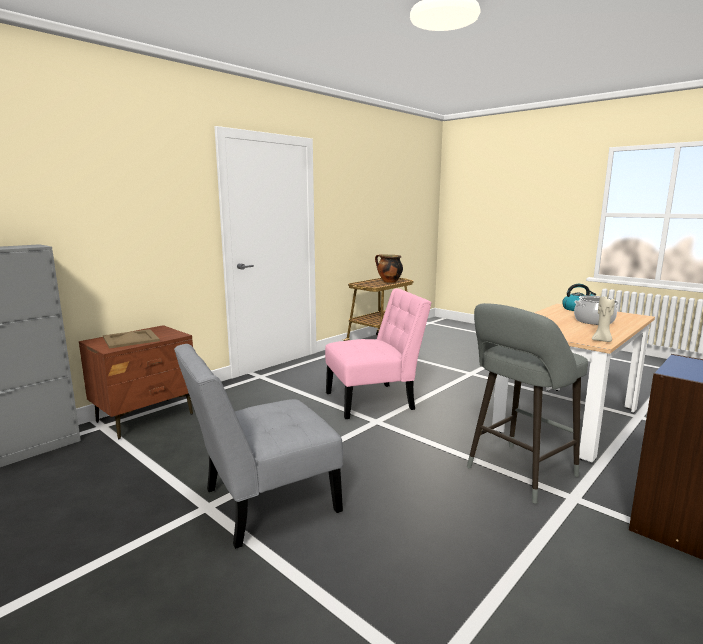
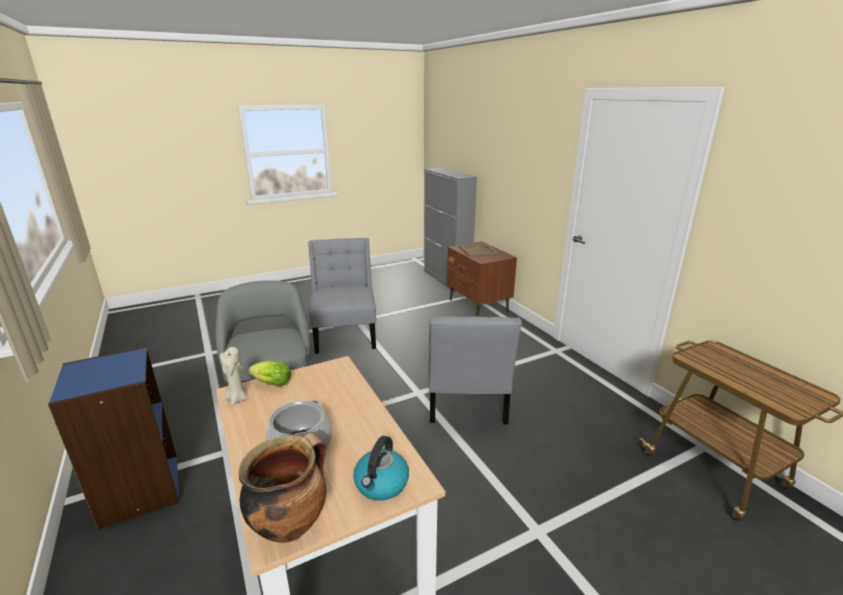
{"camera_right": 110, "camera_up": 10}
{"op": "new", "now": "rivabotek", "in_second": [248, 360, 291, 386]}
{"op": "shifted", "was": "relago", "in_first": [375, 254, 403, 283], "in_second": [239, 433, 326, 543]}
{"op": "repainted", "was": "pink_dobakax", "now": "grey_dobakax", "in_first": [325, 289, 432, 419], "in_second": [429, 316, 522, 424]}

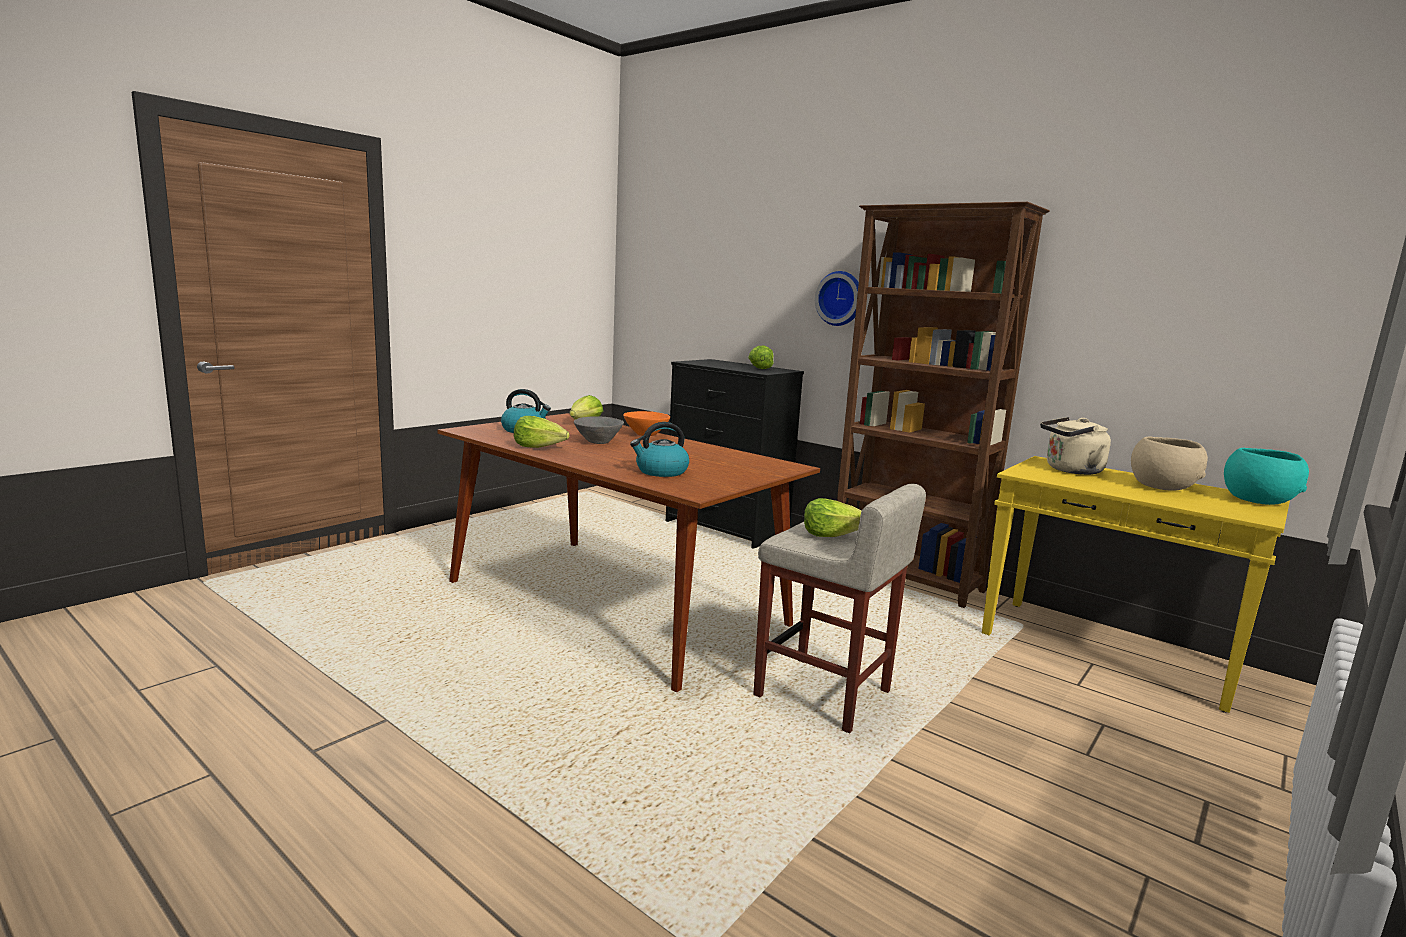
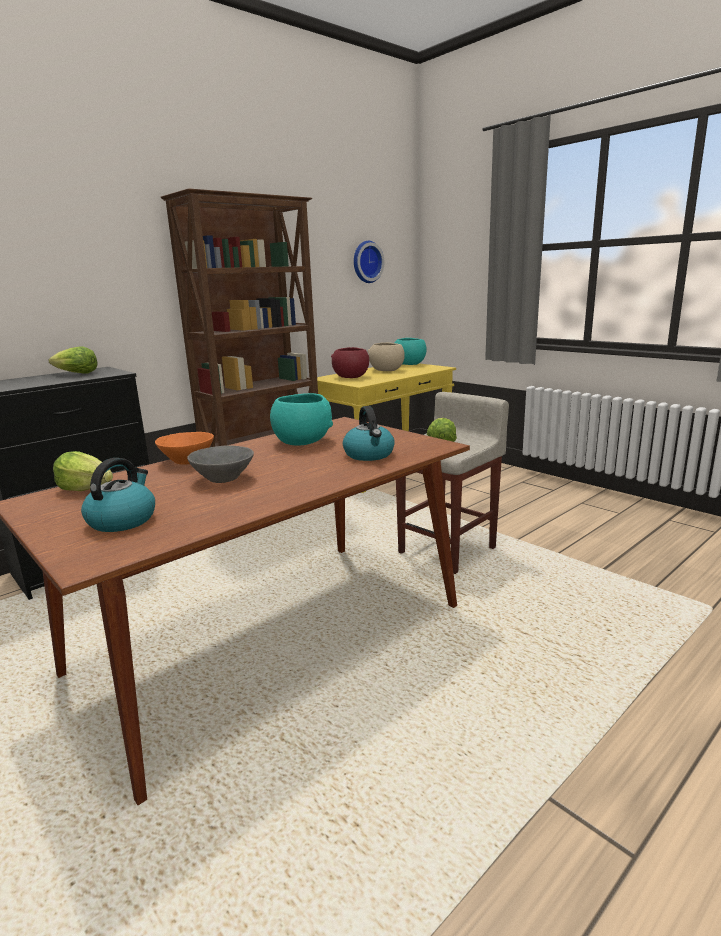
{"camera_right": -80, "camera_up": 5}
{"op": "gone", "was": "rivabotek", "in_first": [514, 416, 570, 448]}
{"op": "new", "now": "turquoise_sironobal", "in_second": [270, 393, 333, 446]}
{"op": "shifted", "was": "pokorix", "in_first": [815, 271, 859, 326], "in_second": [354, 241, 384, 283]}
{"op": "swapped", "was": "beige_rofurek", "now": "red_sironobal", "in_first": [1040, 417, 1111, 475], "in_second": [331, 347, 369, 378]}

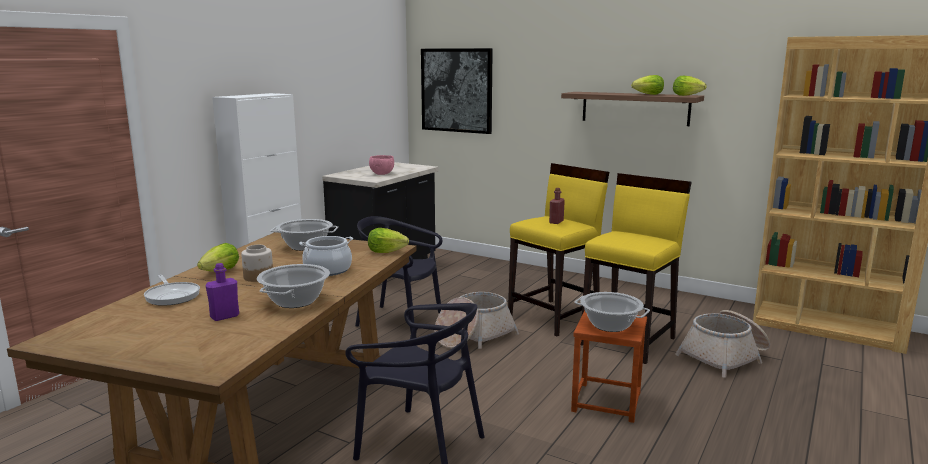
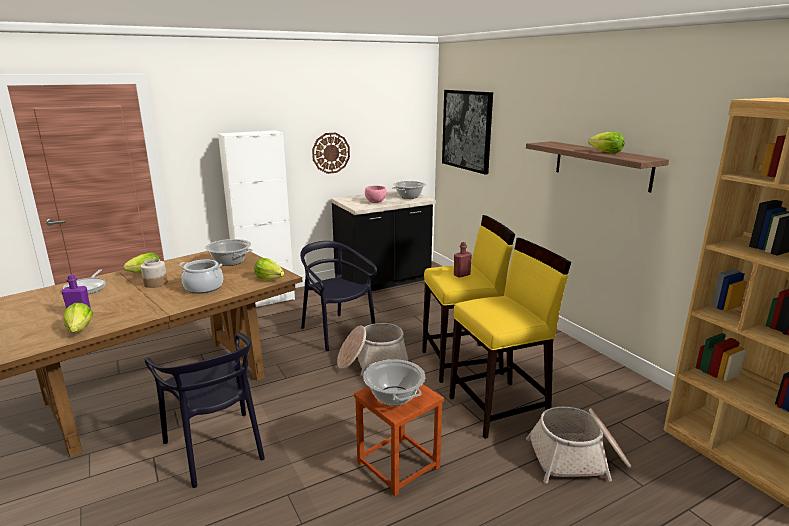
{"camera_right": 30, "camera_up": 5}
{"op": "new", "now": "pokorix", "in_second": [312, 133, 350, 174]}
{"op": "shifted", "was": "relago", "in_first": [257, 264, 330, 308], "in_second": [392, 181, 426, 199]}
{"op": "shifted", "was": "rivabotek", "in_first": [673, 76, 707, 96], "in_second": [64, 303, 93, 333]}

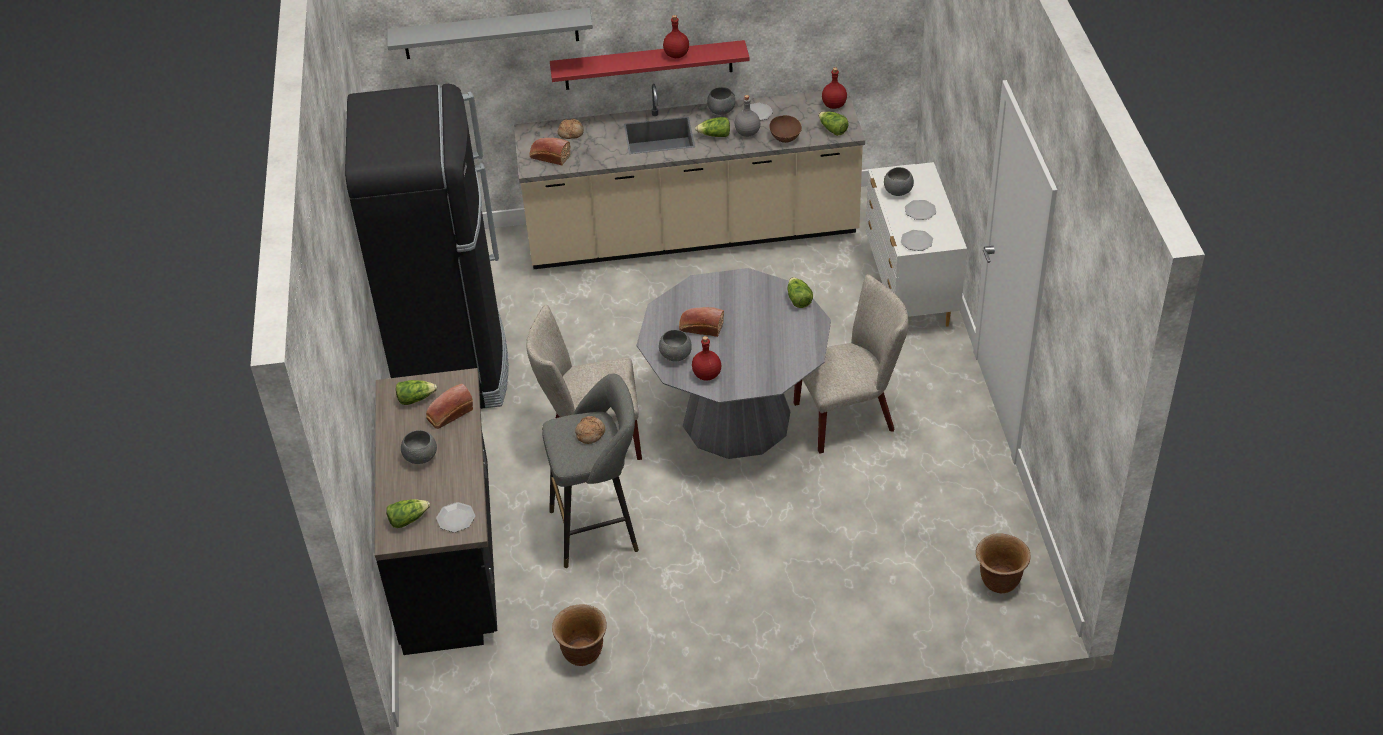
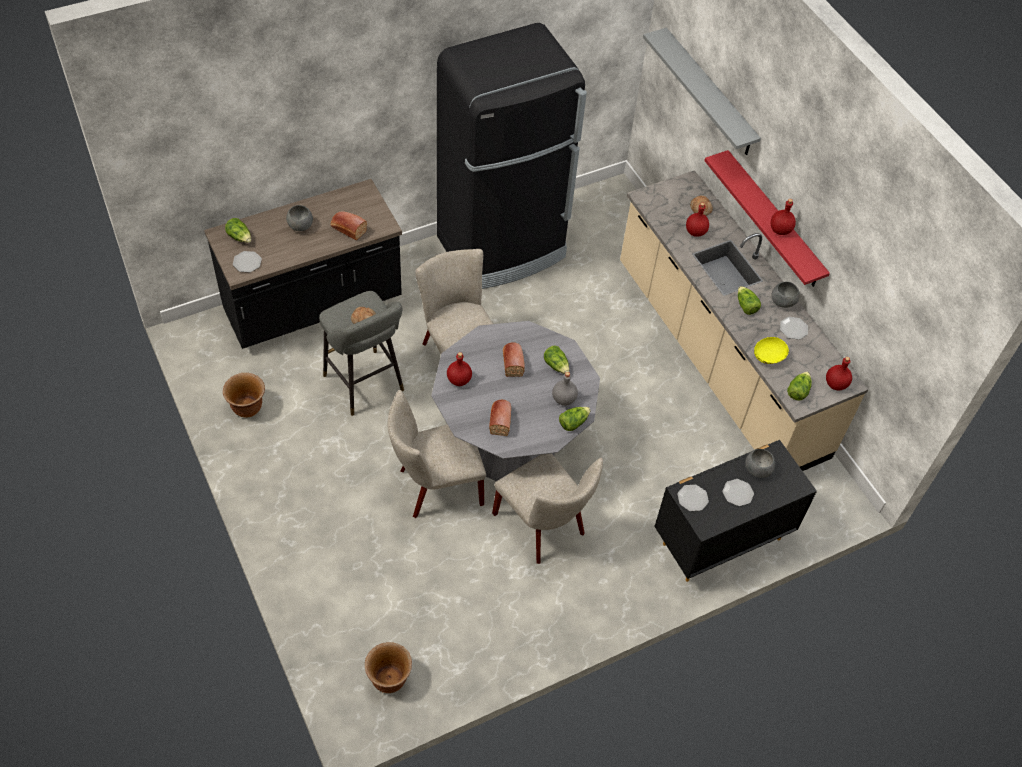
{"camera_right": 65, "camera_up": 10}
{"op": "gone", "was": "grey_sironobal", "in_first": [659, 330, 692, 362]}
{"op": "new", "now": "beige_dobakax", "in_second": [387, 390, 486, 518]}
{"op": "new", "now": "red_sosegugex", "in_second": [686, 203, 709, 237]}
{"op": "shifted", "was": "rivabotek", "in_first": [396, 380, 437, 405], "in_second": [544, 345, 569, 374]}
{"op": "shifted", "was": "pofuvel", "in_first": [529, 138, 570, 165], "in_second": [489, 400, 511, 436]}
{"op": "shifted", "was": "grey_sosegugex", "in_first": [734, 95, 760, 137], "in_second": [552, 372, 578, 406]}
{"op": "repainted", "was": "brown_sironobal", "now": "yellow_sironobal", "in_first": [769, 115, 802, 143], "in_second": [754, 337, 789, 364]}
{"op": "repainted", "was": "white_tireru", "now": "black_tireru", "in_first": [865, 162, 967, 327], "in_second": [654, 440, 817, 582]}

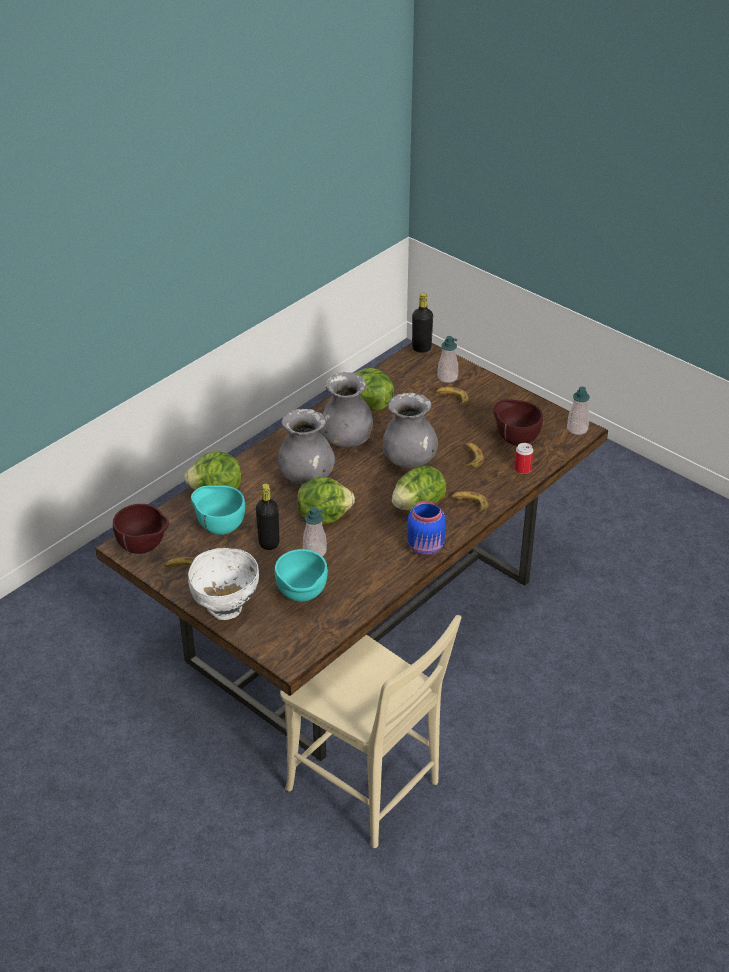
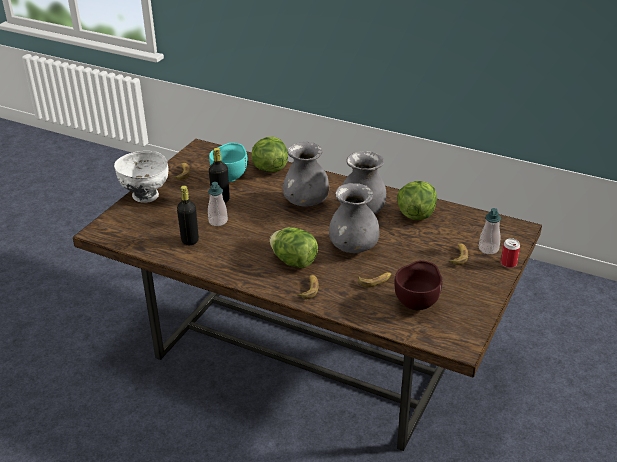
{"camera_right": 75, "camera_up": -5}
{"op": "gone", "was": "brown_sironobal", "in_first": [113, 504, 169, 554]}
{"op": "gone", "was": "turquoise_sironobal", "in_first": [275, 549, 328, 602]}
{"op": "gone", "was": "beige_dobakax", "in_first": [280, 615, 462, 848]}
{"op": "gone", "was": "rivabotek", "in_first": [297, 476, 355, 524]}
{"op": "gone", "was": "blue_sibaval", "in_first": [407, 501, 446, 556]}
{"op": "gone", "was": "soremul", "in_first": [567, 387, 590, 435]}
{"op": "shifted", "was": "black_sosegugex", "in_first": [412, 293, 433, 353], "in_second": [177, 186, 199, 245]}
{"op": "shifted", "was": "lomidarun", "in_first": [514, 443, 533, 474], "in_second": [501, 238, 520, 268]}

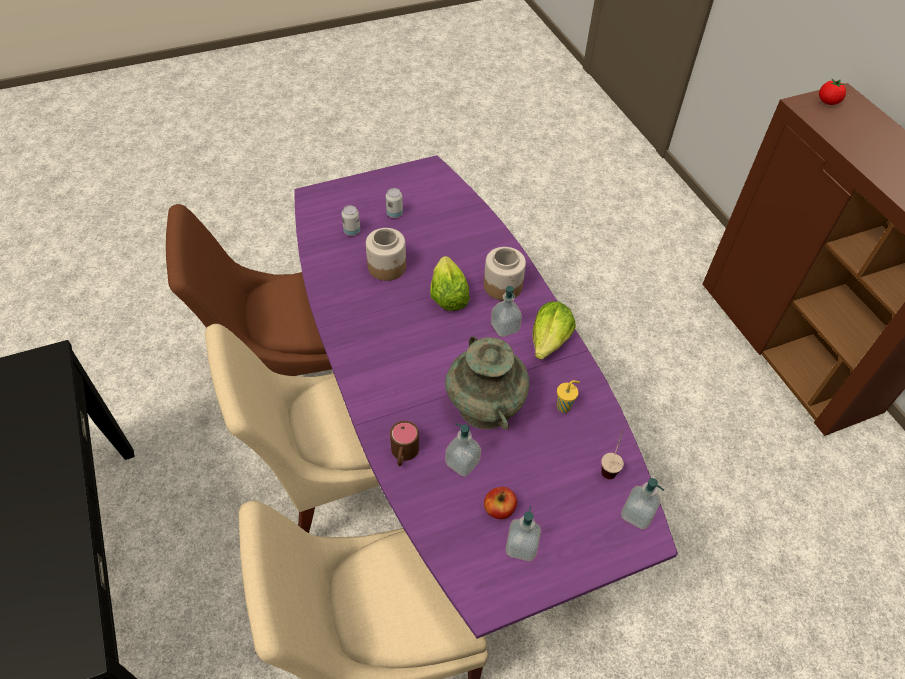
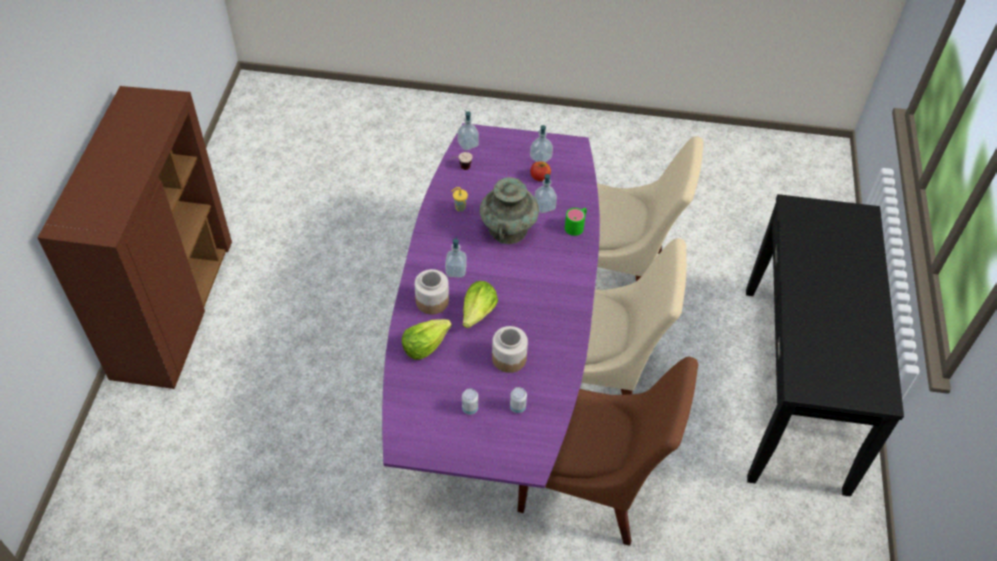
{"camera_right": -150, "camera_up": 0}
{"op": "gone", "was": "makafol", "in_first": [819, 78, 846, 105]}
{"op": "shifted", "was": "rivabotek", "in_first": [533, 301, 576, 359], "in_second": [402, 319, 452, 360]}
{"op": "repainted", "was": "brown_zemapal", "now": "green_zemapal", "in_first": [390, 421, 419, 466], "in_second": [565, 208, 587, 236]}

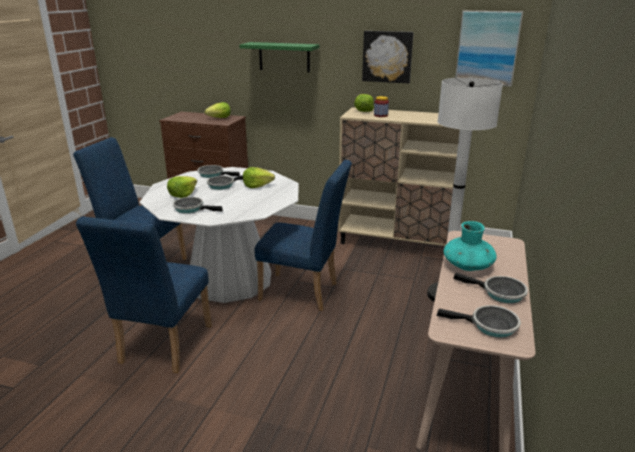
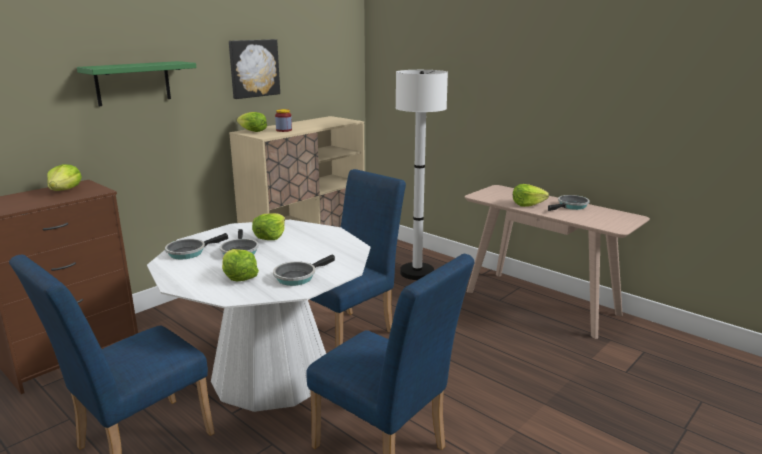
{"camera_right": -65, "camera_up": -5}
{"op": "gone", "was": "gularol", "in_first": [437, 305, 521, 338]}
{"op": "gone", "was": "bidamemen", "in_first": [455, 11, 523, 87]}
{"op": "swapped", "was": "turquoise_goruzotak", "now": "rivabotek", "in_first": [443, 221, 496, 271], "in_second": [513, 184, 549, 207]}

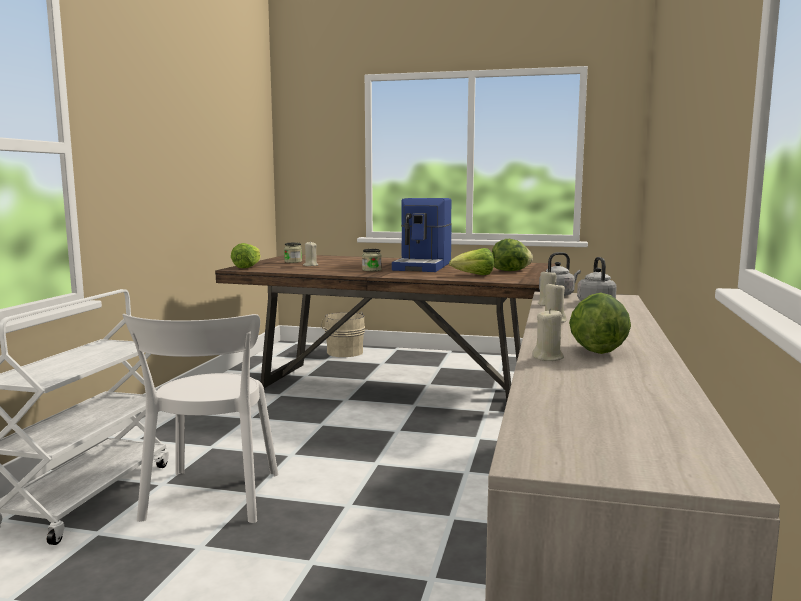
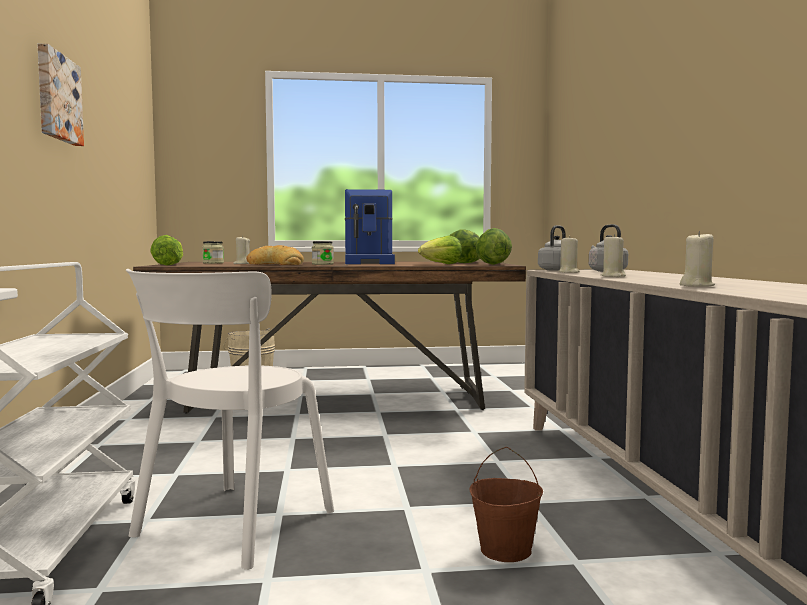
{"camera_right": -20, "camera_up": -5}
{"op": "new", "now": "bidamemen", "in_second": [37, 43, 84, 146]}
{"op": "new", "now": "pofuvel", "in_second": [246, 245, 304, 265]}
{"op": "new", "now": "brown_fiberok", "in_second": [469, 447, 543, 562]}
{"op": "shifted", "was": "rivabotek", "in_first": [569, 292, 631, 354], "in_second": [475, 228, 512, 265]}
{"op": "rotated", "was": "white_dobakax", "in_first": [122, 314, 278, 523], "in_second": [126, 269, 334, 570], "clockwise": 45}

